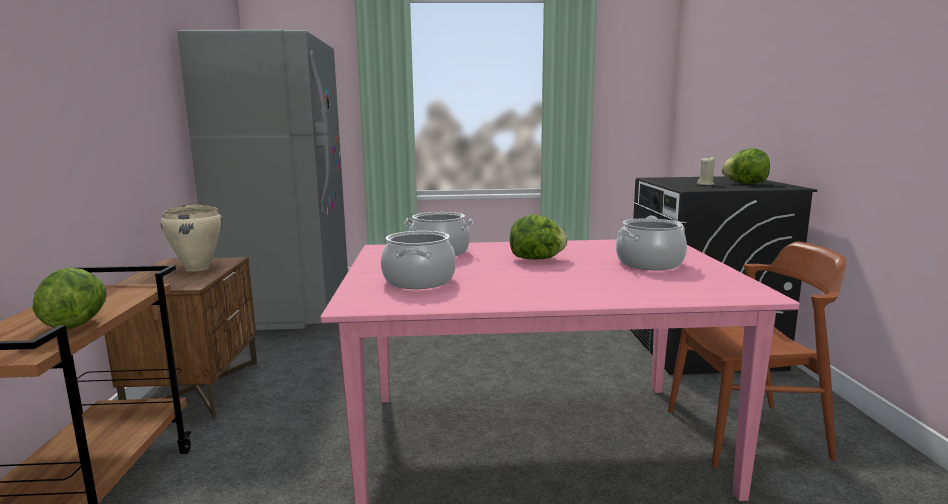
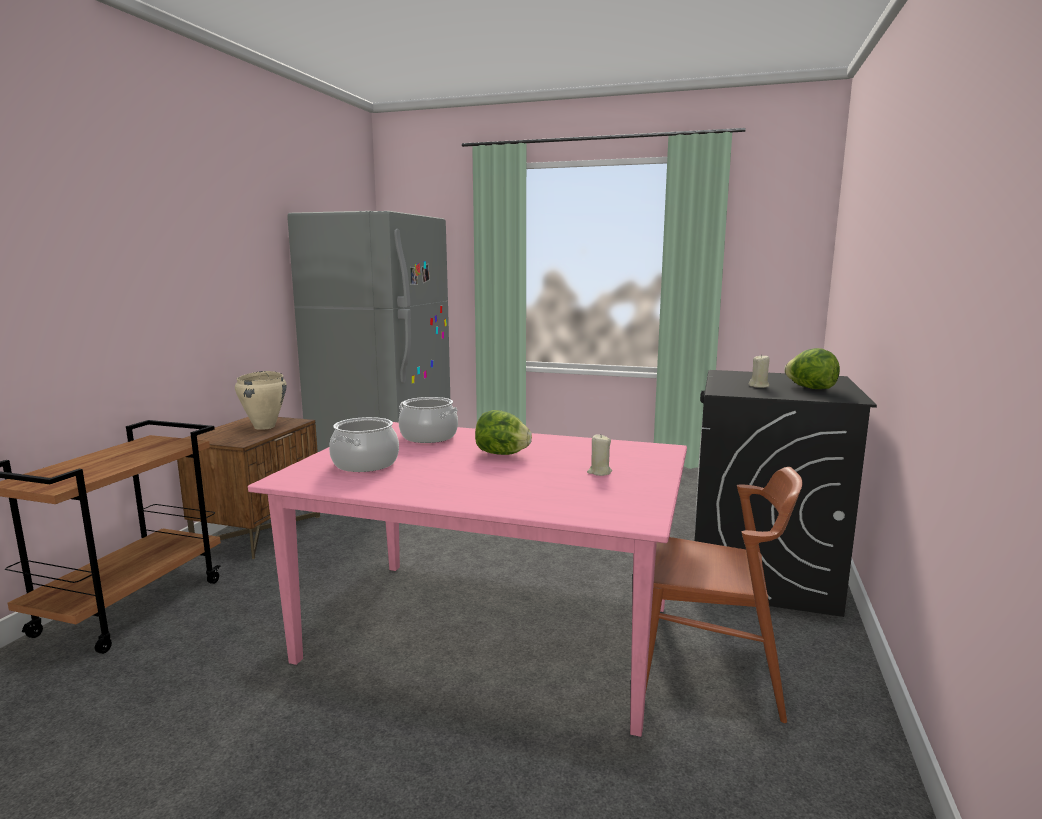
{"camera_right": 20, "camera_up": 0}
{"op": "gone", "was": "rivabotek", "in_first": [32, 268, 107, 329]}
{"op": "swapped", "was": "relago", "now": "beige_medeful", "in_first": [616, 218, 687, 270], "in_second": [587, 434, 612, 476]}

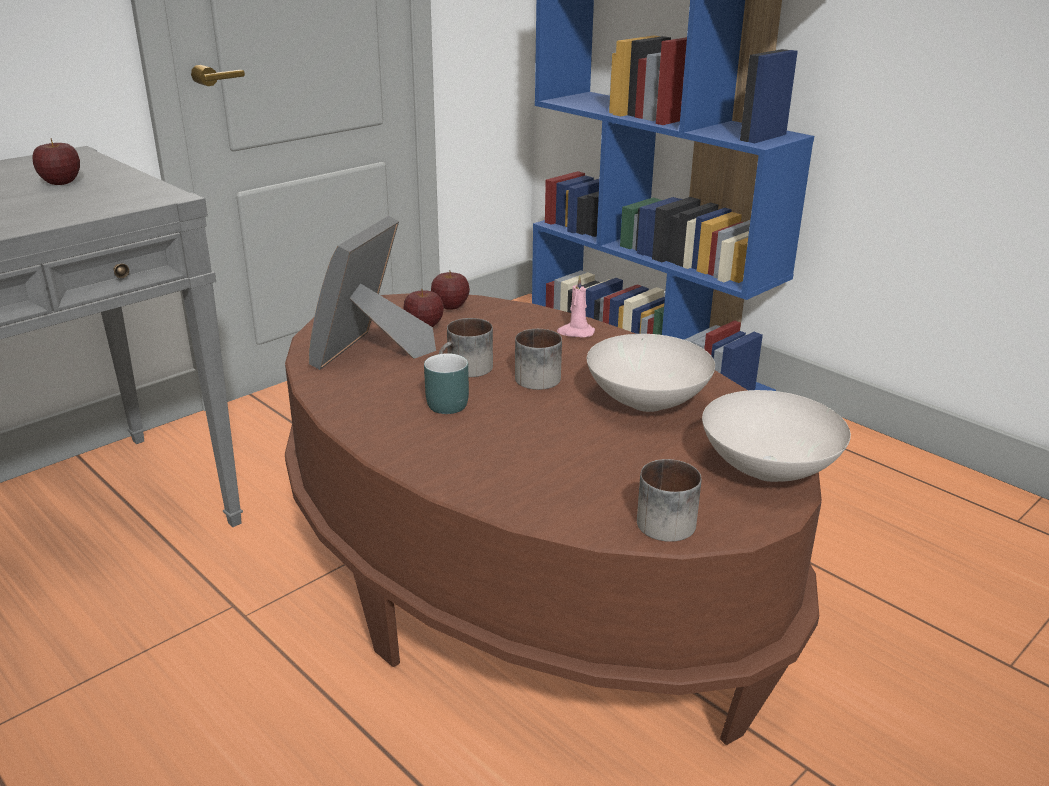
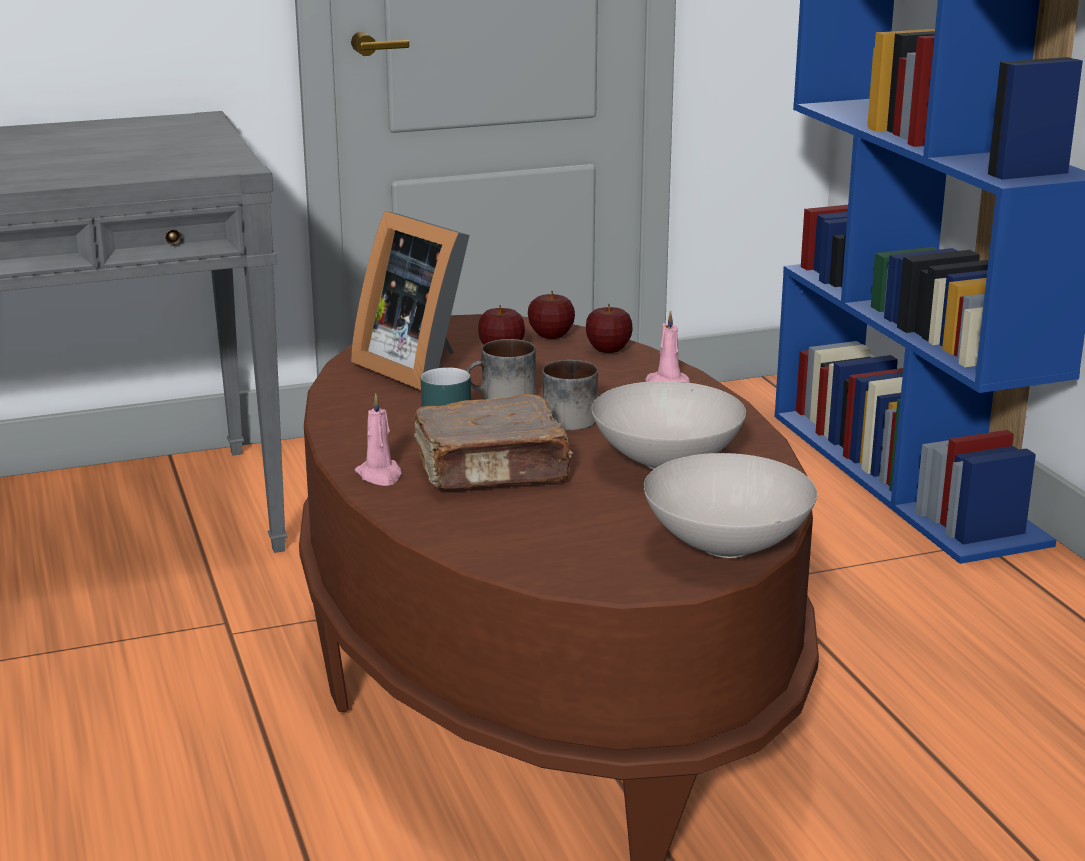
{"camera_right": 25, "camera_up": -5}
{"op": "gone", "was": "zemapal", "in_first": [637, 459, 702, 542]}
{"op": "new", "now": "pink_medeful", "in_second": [355, 394, 402, 486]}
{"op": "new", "now": "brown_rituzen", "in_second": [414, 394, 573, 489]}
{"op": "shifted", "was": "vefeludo", "in_first": [32, 138, 80, 185], "in_second": [586, 304, 633, 353]}
{"op": "rotated", "was": "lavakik", "in_first": [309, 216, 436, 370], "in_second": [351, 211, 469, 390], "clockwise": -90}

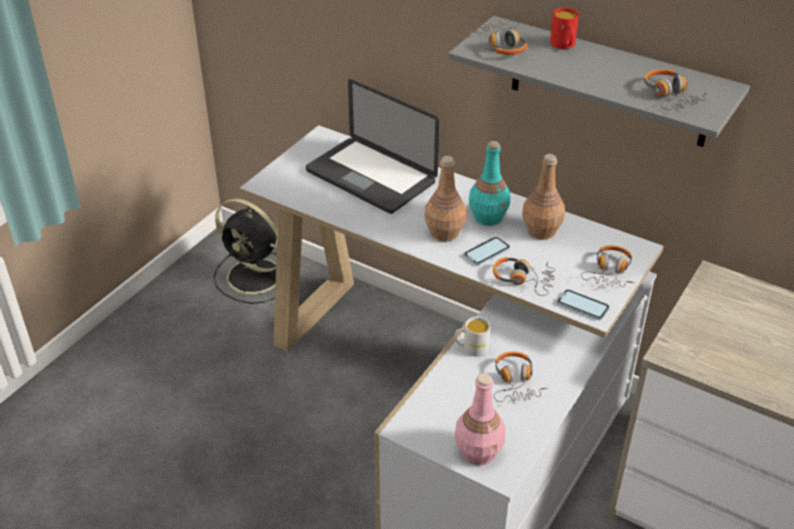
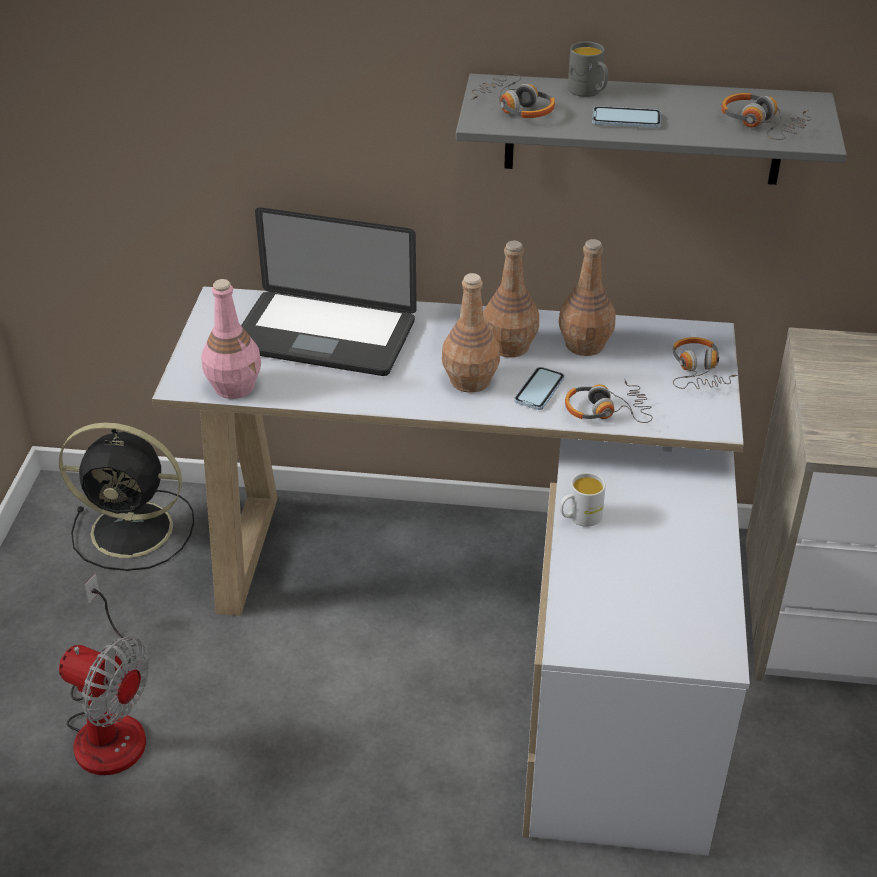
{"camera_right": -25, "camera_up": 0}
{"op": "gone", "was": "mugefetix", "in_first": [493, 352, 548, 402]}
{"op": "new", "now": "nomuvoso", "in_second": [59, 574, 150, 775]}
{"op": "shifted", "was": "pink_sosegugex", "in_first": [455, 373, 506, 465], "in_second": [201, 279, 261, 399]}
{"op": "shifted", "was": "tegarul", "in_first": [557, 289, 610, 320], "in_second": [592, 106, 661, 128]}
{"op": "repainted", "was": "turquoise_sosegugex", "now": "brown_sosegugex", "in_first": [469, 141, 510, 226], "in_second": [483, 241, 539, 357]}
{"op": "repainted", "was": "red_zemapal", "now": "grey_zemapal", "in_first": [550, 8, 579, 49], "in_second": [568, 42, 608, 97]}

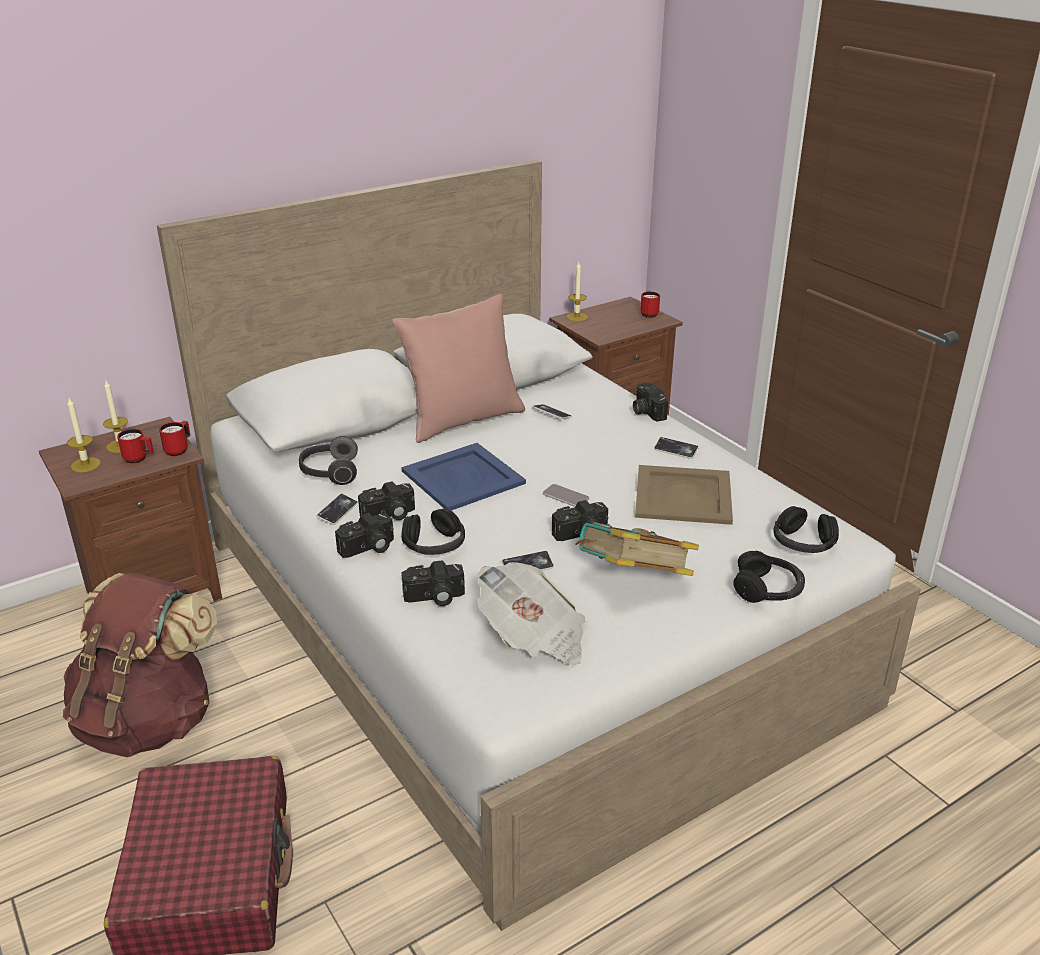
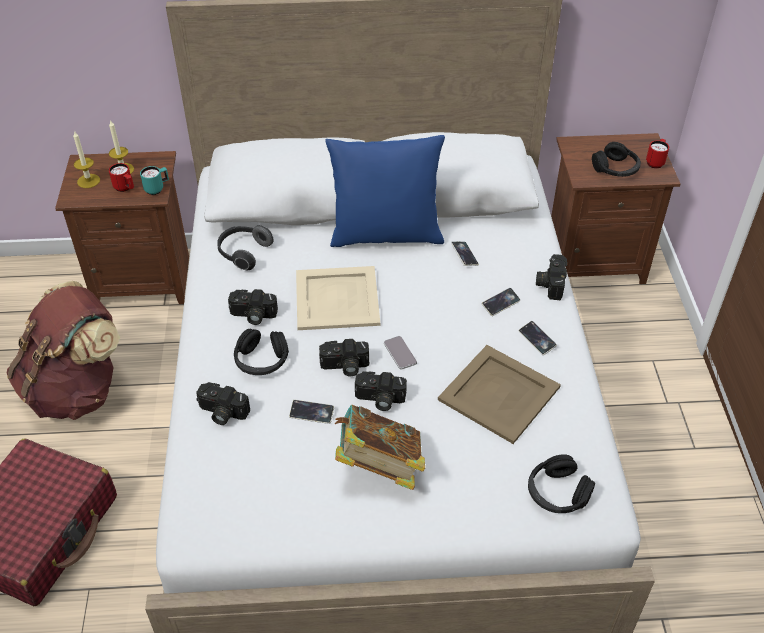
{"camera_right": 30, "camera_up": 15}
{"op": "gone", "was": "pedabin", "in_first": [477, 562, 585, 665]}
{"op": "gone", "was": "medeful", "in_first": [566, 262, 588, 321]}
{"op": "shifted", "was": "tegarul", "in_first": [317, 494, 358, 525], "in_second": [482, 288, 521, 316]}
{"op": "shifted", "was": "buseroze", "in_first": [335, 513, 394, 558], "in_second": [319, 339, 369, 376]}
{"op": "shifted", "was": "black_mugefetix", "in_first": [733, 551, 805, 603], "in_second": [592, 142, 641, 177]}
{"op": "repainted", "was": "red_zemapal", "now": "turquoise_zemapal", "in_first": [159, 421, 191, 456], "in_second": [140, 166, 169, 195]}
{"op": "repainted", "was": "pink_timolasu", "now": "blue_timolasu", "in_first": [393, 294, 525, 443], "in_second": [325, 135, 445, 247]}
{"op": "repainted", "was": "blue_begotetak", "now": "beige_begotetak", "in_first": [401, 443, 526, 511], "in_second": [296, 266, 380, 330]}

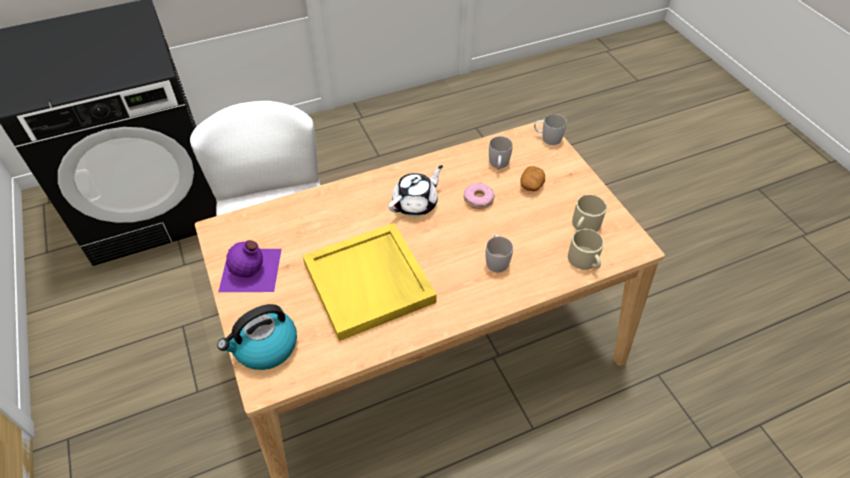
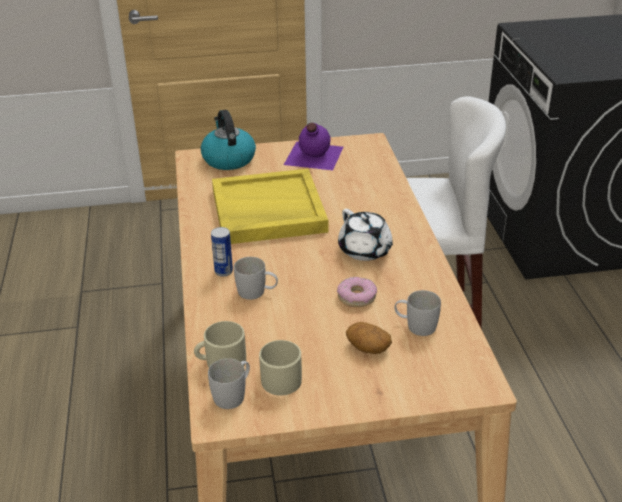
{"camera_right": 105, "camera_up": -15}
{"op": "new", "now": "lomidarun", "in_second": [211, 227, 233, 277]}
{"op": "shifted", "was": "white_zemapal", "in_first": [534, 114, 567, 145], "in_second": [208, 358, 250, 409]}

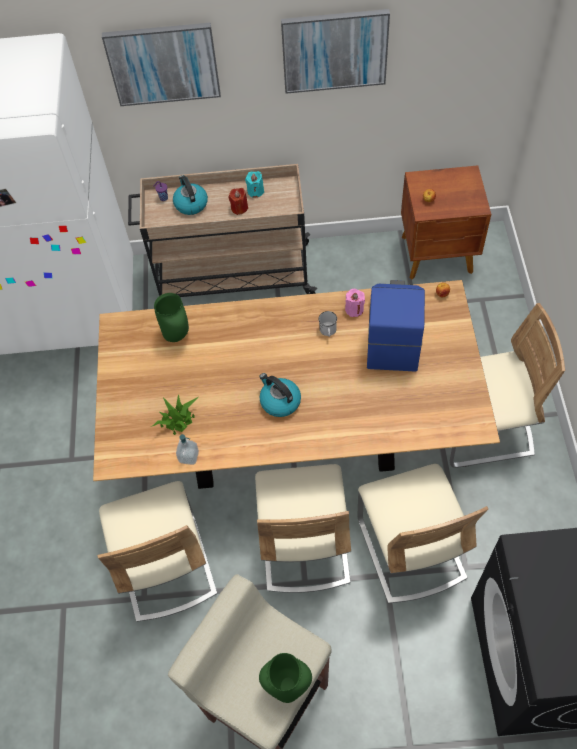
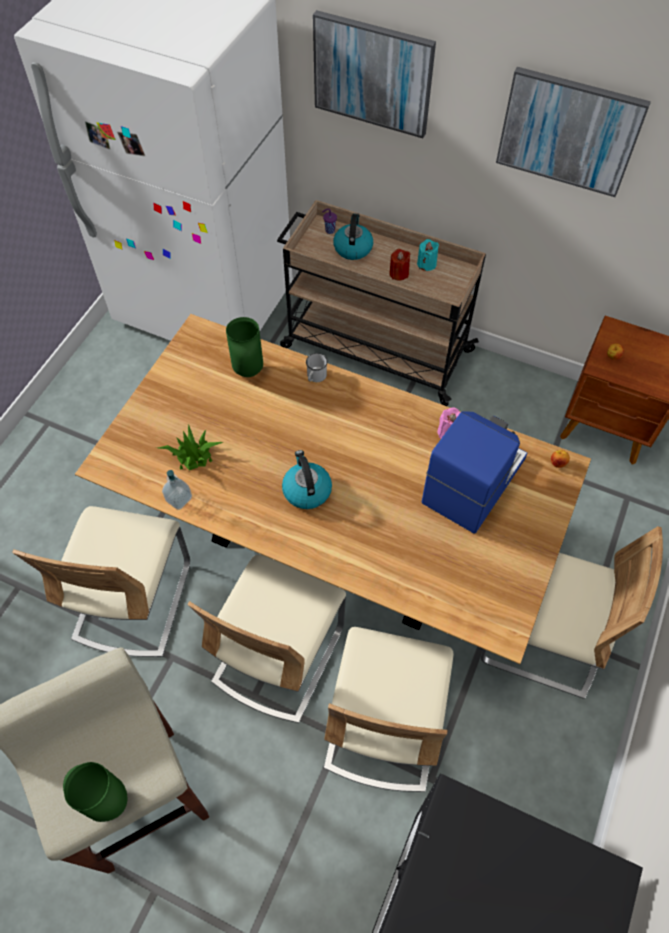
{"camera_right": 25, "camera_up": 0}
{"op": "shifted", "was": "white_zemapal", "in_first": [319, 311, 337, 337], "in_second": [306, 353, 328, 382]}

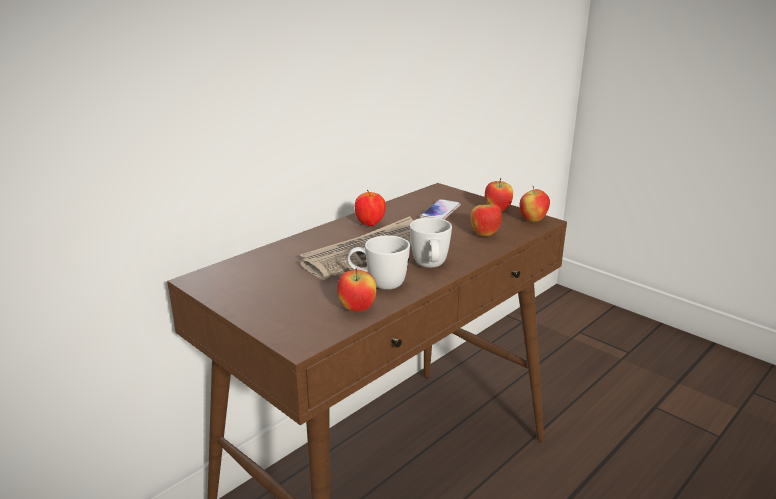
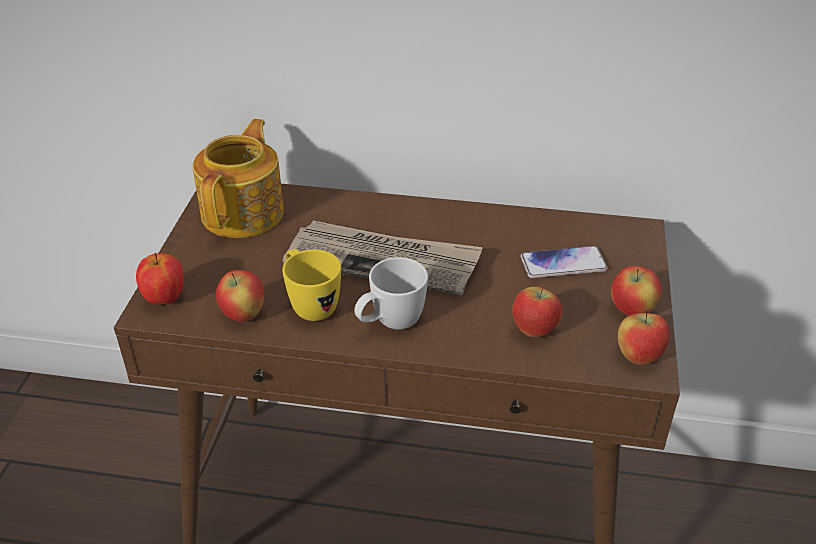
{"camera_right": 55, "camera_up": 15}
{"op": "new", "now": "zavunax", "in_second": [193, 119, 284, 238]}
{"op": "shifted", "was": "vefeludo", "in_first": [355, 190, 386, 227], "in_second": [136, 253, 184, 305]}
{"op": "repainted", "was": "white_zemapal", "now": "yellow_zemapal", "in_first": [347, 235, 410, 290], "in_second": [282, 249, 341, 321]}

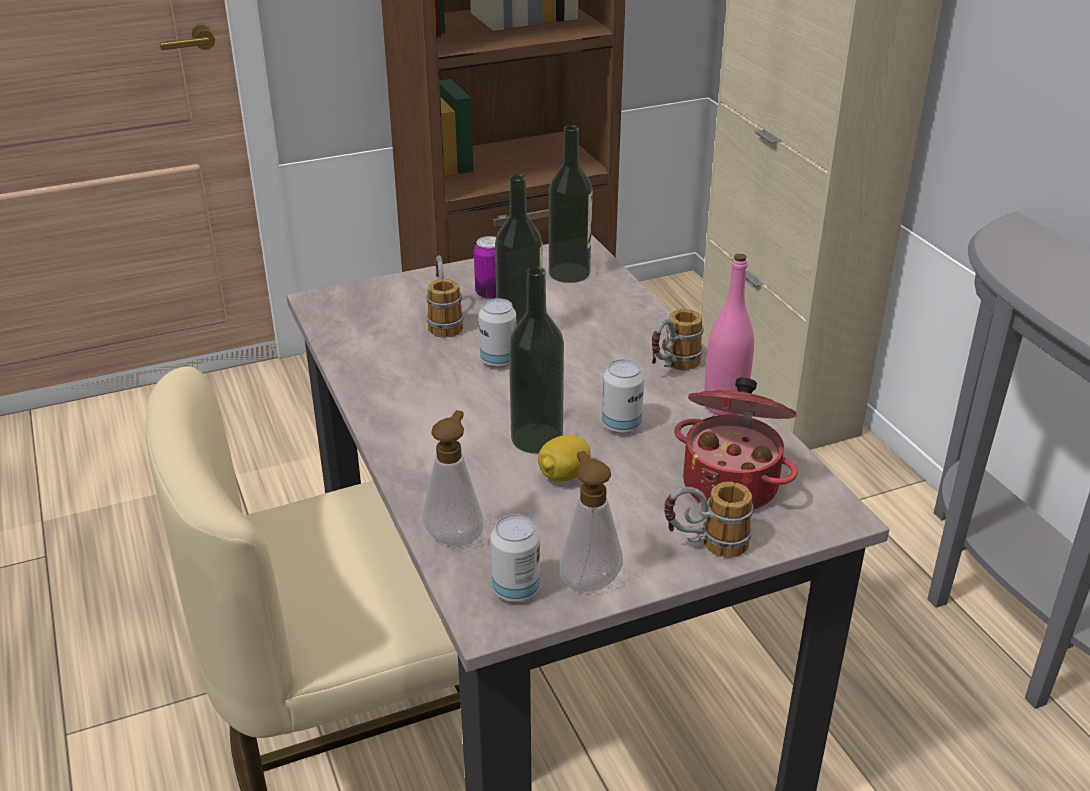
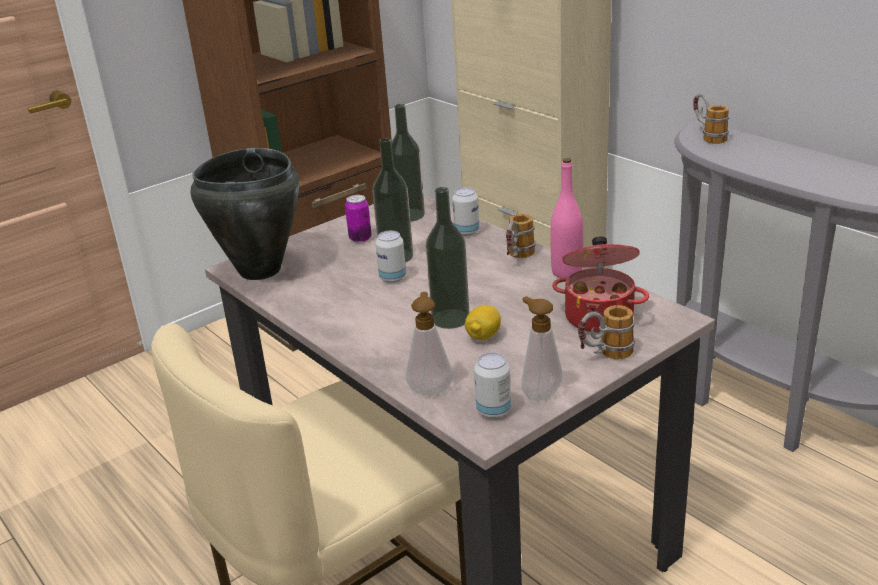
{"camera_right": -15, "camera_up": -5}
{"op": "new", "now": "black_relago", "in_second": [190, 148, 299, 280]}
{"op": "shifted", "was": "zemapal", "in_first": [426, 256, 464, 338], "in_second": [693, 94, 729, 144]}
{"op": "shifted", "was": "lomidarun", "in_first": [602, 359, 644, 434], "in_second": [452, 187, 479, 236]}

